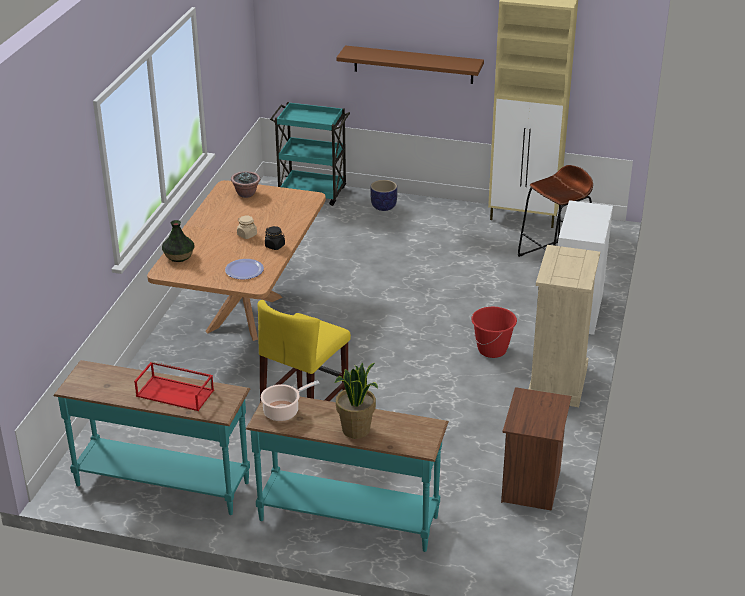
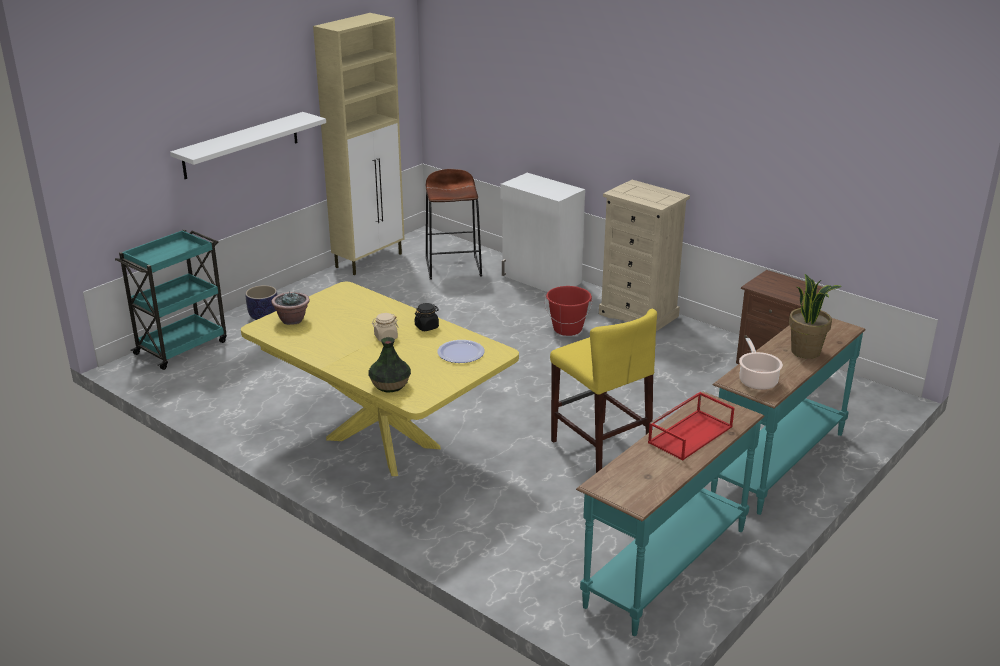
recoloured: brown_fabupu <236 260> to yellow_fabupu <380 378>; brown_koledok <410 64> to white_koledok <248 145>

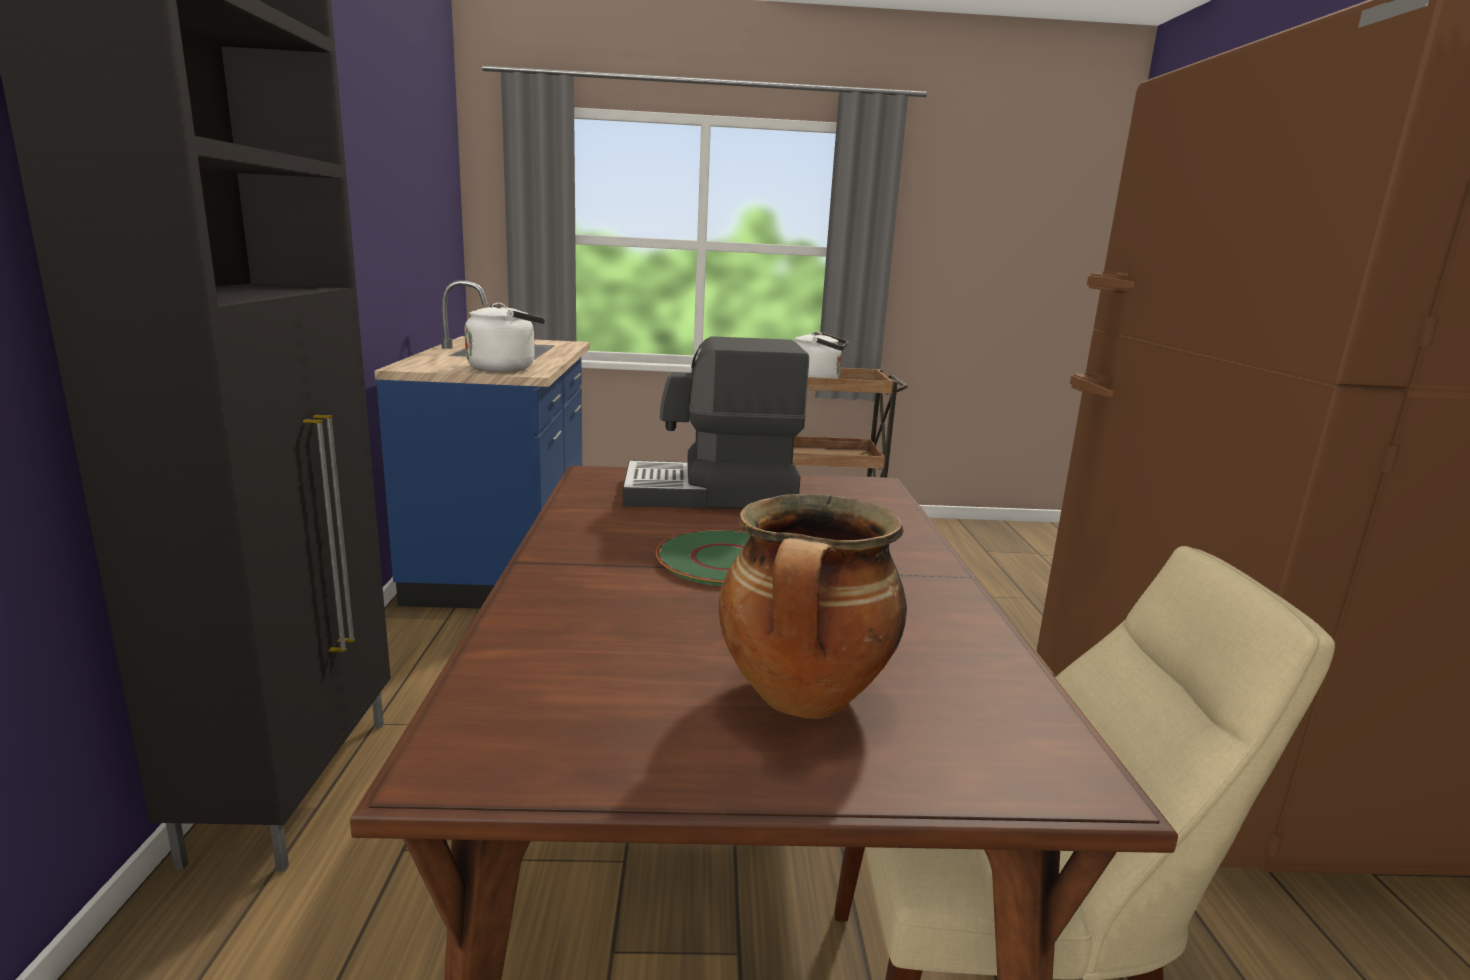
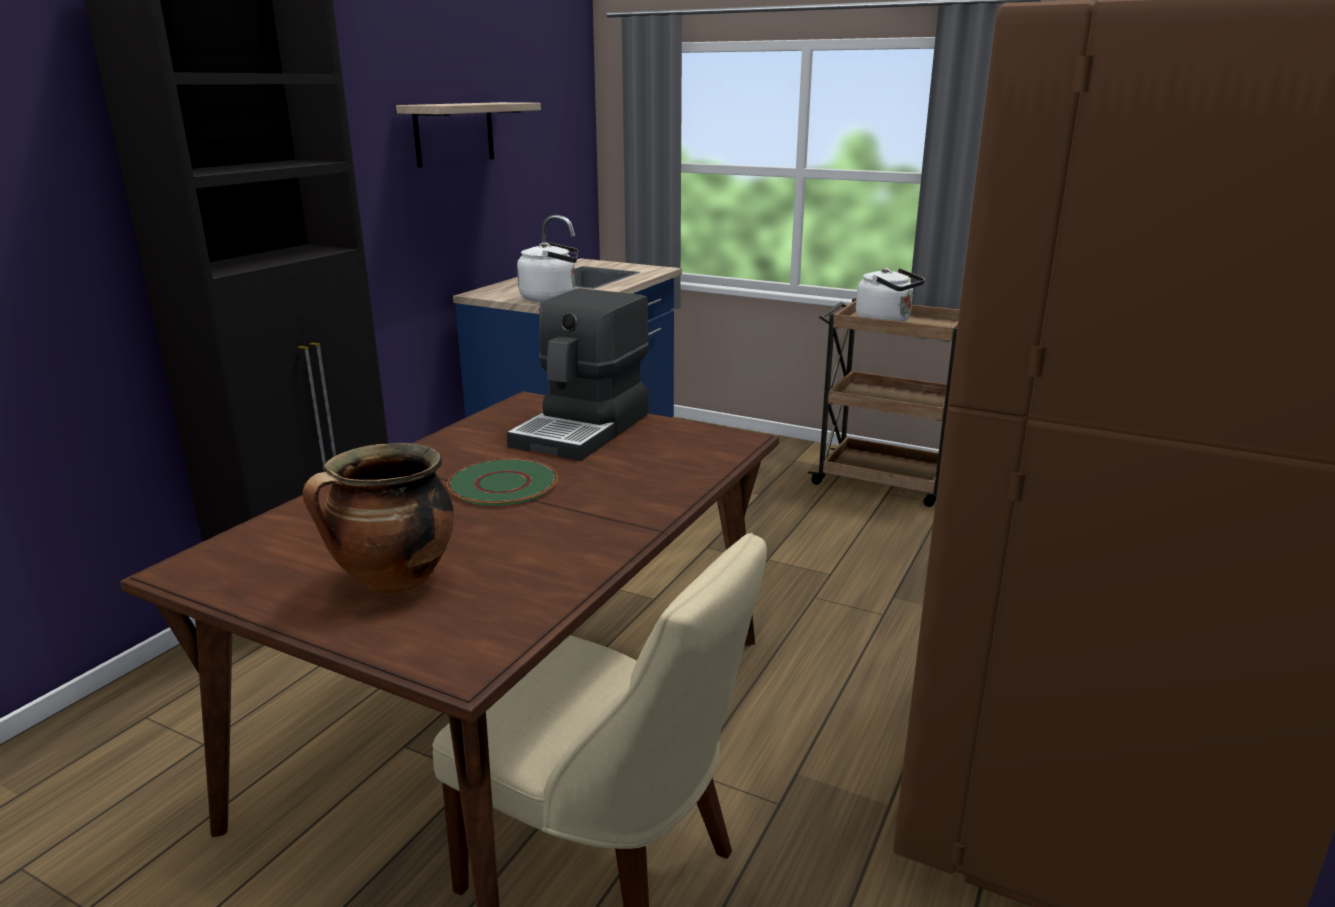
added: koledok <468 134>
turned: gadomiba <715 422> = <577 374> 90 degrees counterclockwise

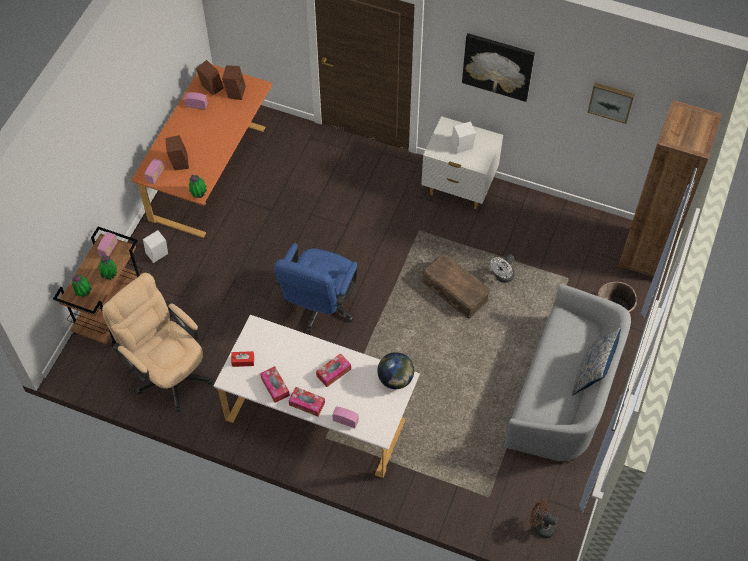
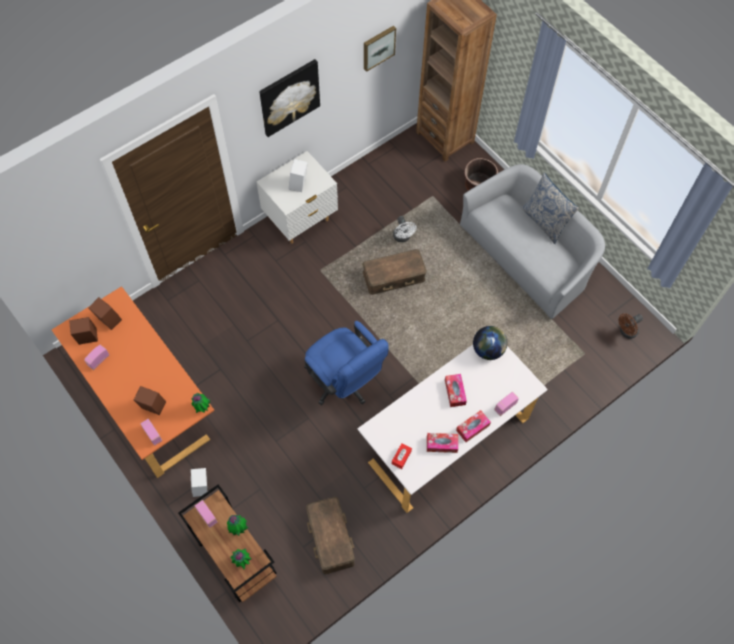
replaced: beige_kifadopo <157 343> to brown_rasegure <330 535>

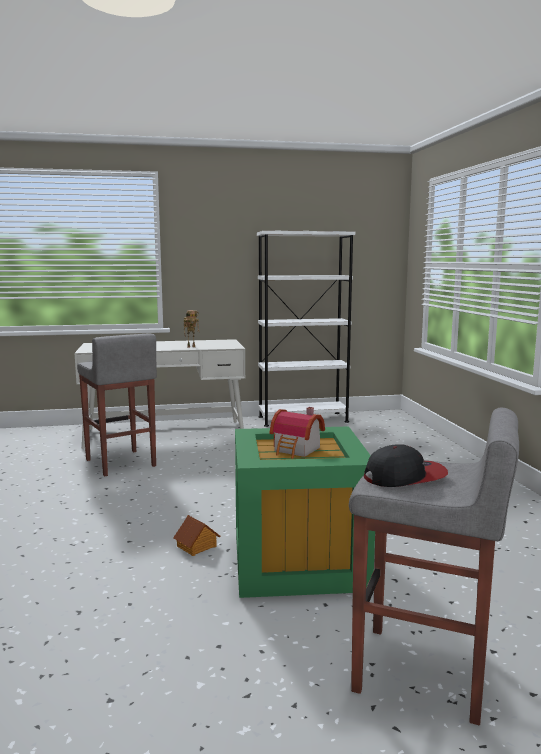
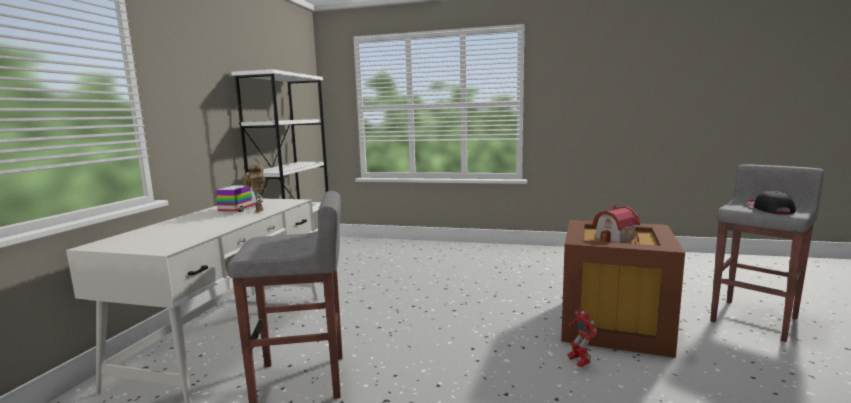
added: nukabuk <239 198>
replaced: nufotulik <196 535> to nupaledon <582 337>
recoloured: green_rasegure <305 512> to brown_rasegure <623 289>

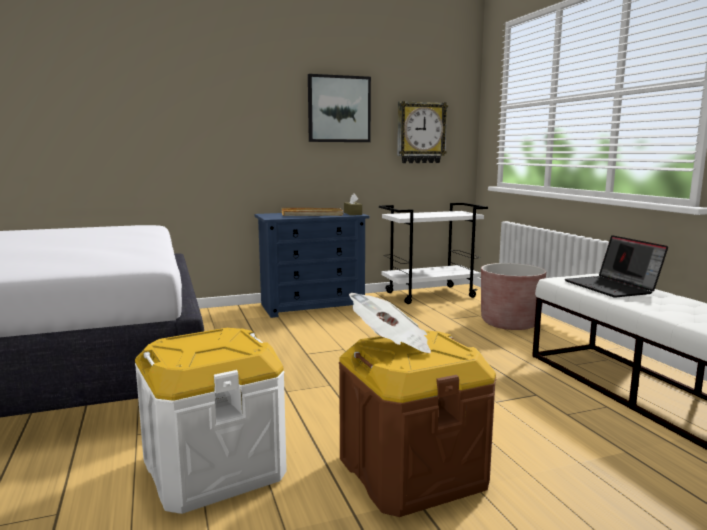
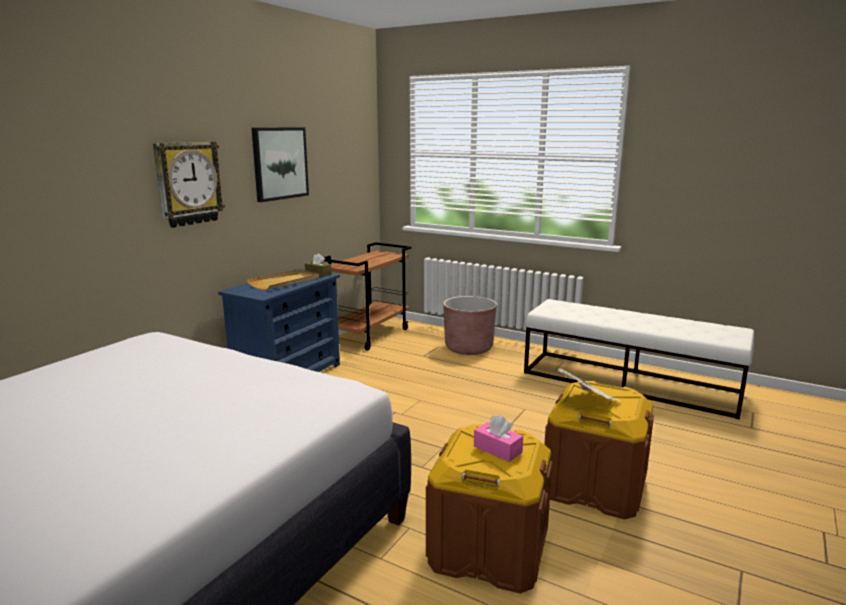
removed: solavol <616 266>
added: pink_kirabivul <498 438>
moved: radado <422 132> to <189 185>
recoloured: white_rasegure <211 421> to brown_rasegure <489 509>; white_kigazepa <433 253> to brown_kigazepa <368 296>

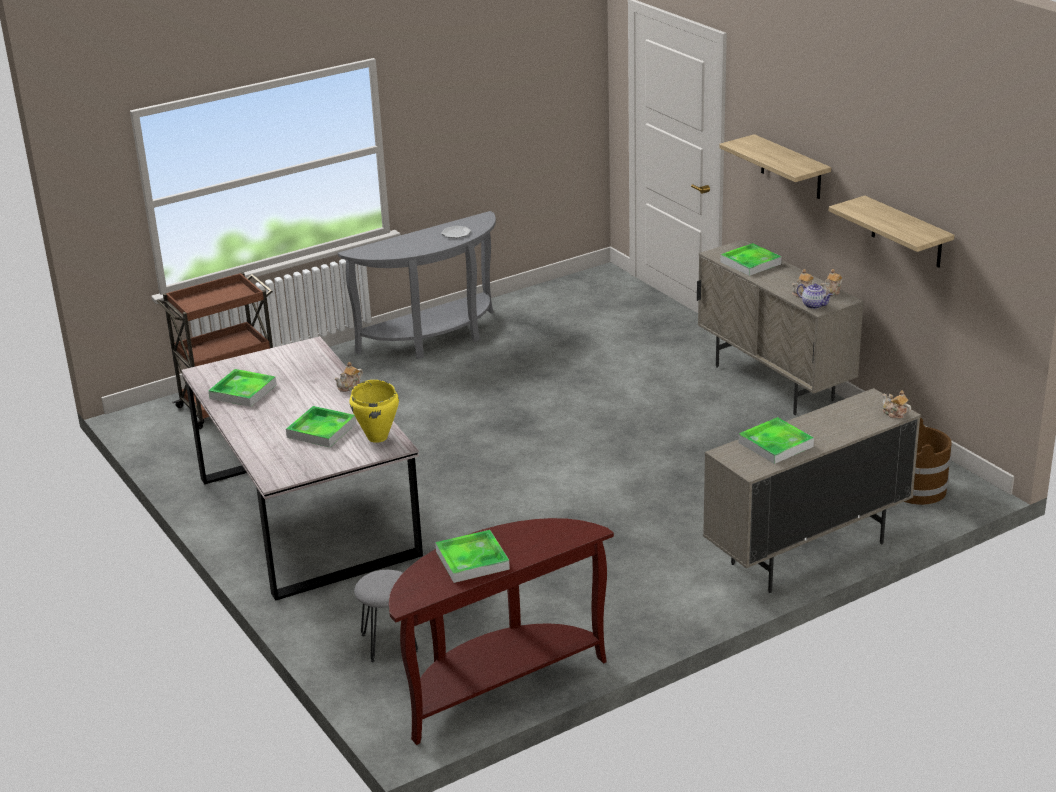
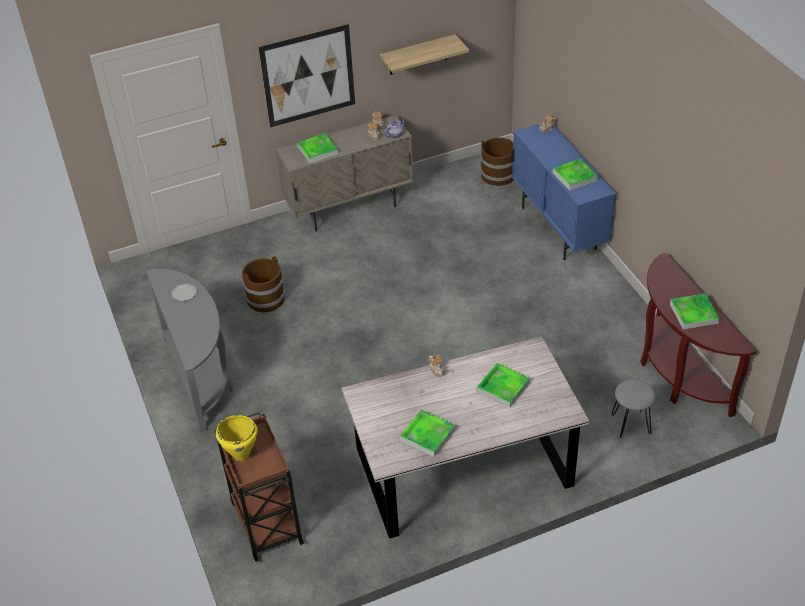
added: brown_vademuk <263 284>
moved: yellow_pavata <374 411> to <237 438>
replaced: koledok <775 166> to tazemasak <307 75>
recoloured: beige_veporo <812 490> to blue_veporo <563 191>

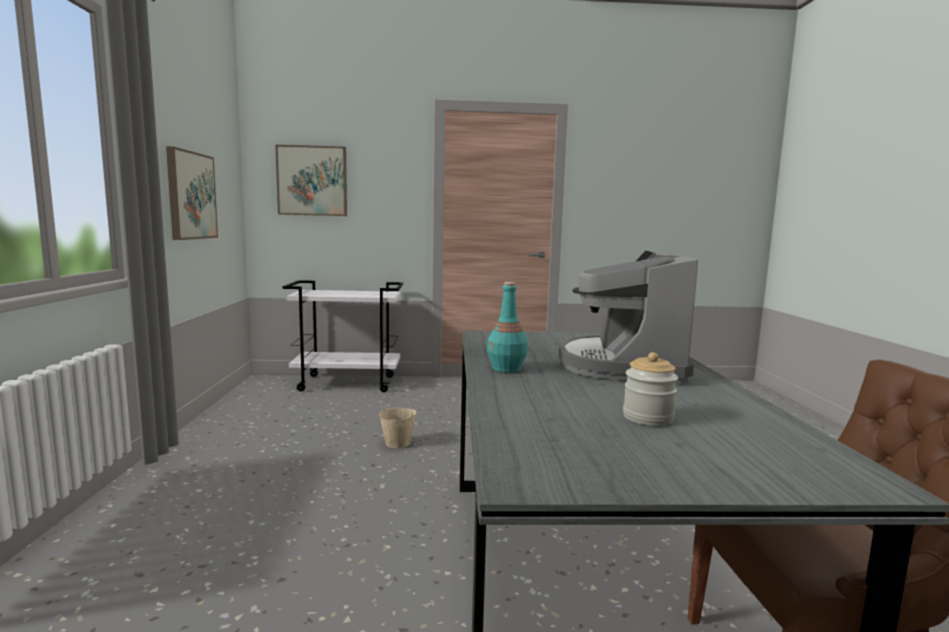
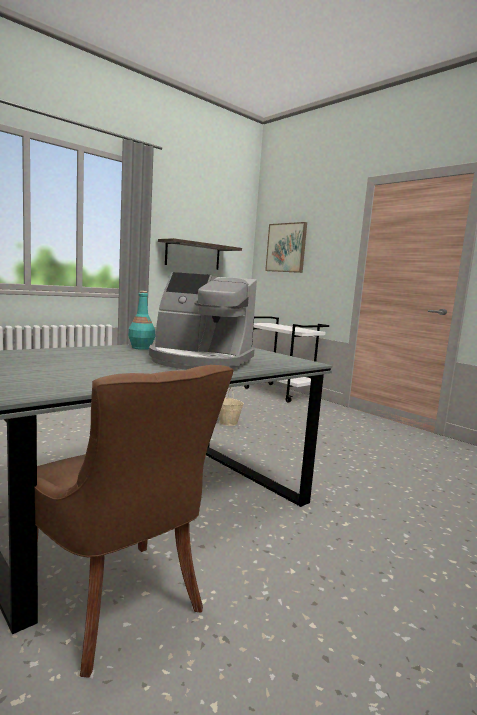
removed: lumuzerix <650 389>
replaced: tazemasak <192 193> to koledok <200 254>
turned: gadomiba <628 317> = <203 321> 135 degrees counterclockwise

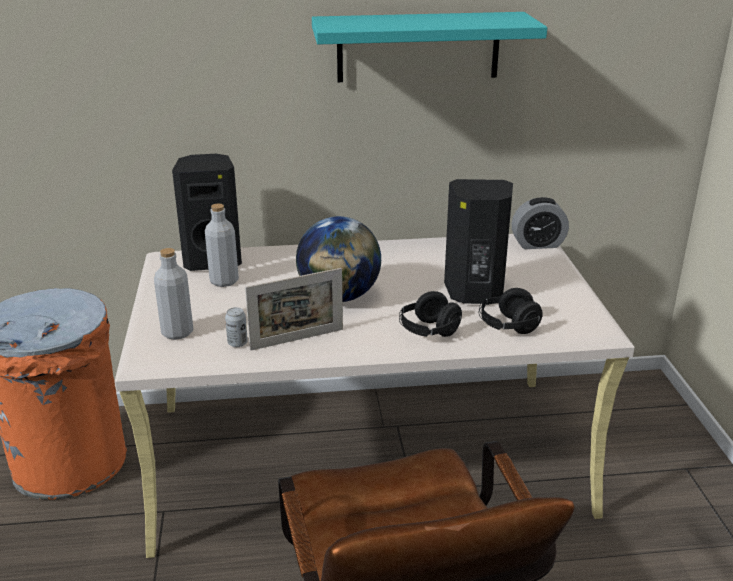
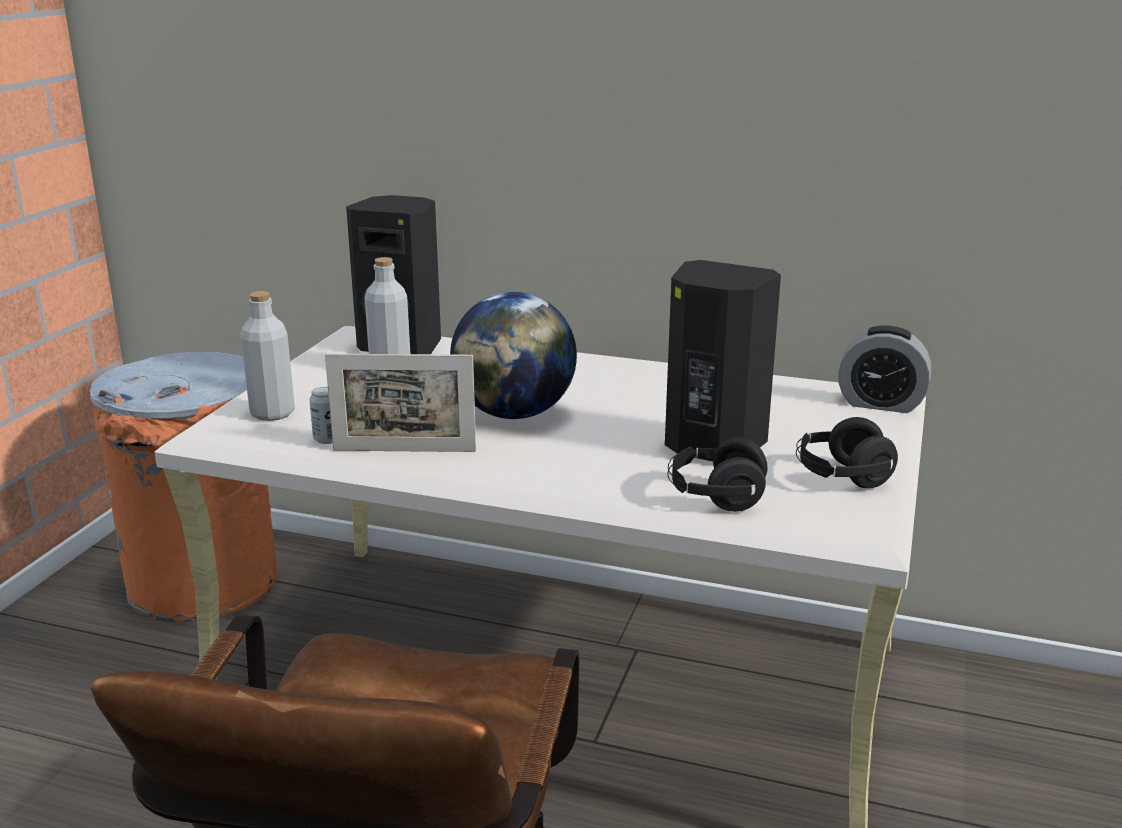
removed: turquoise_koledok <429 47>
moved: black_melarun <430 314> to <847 452>

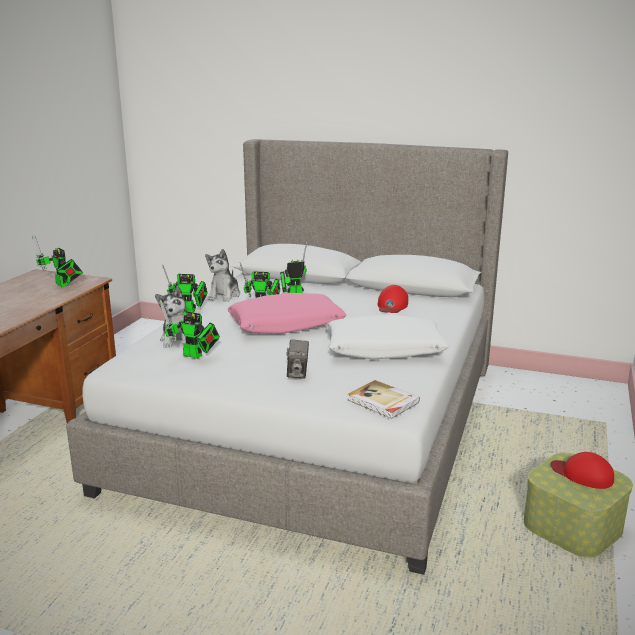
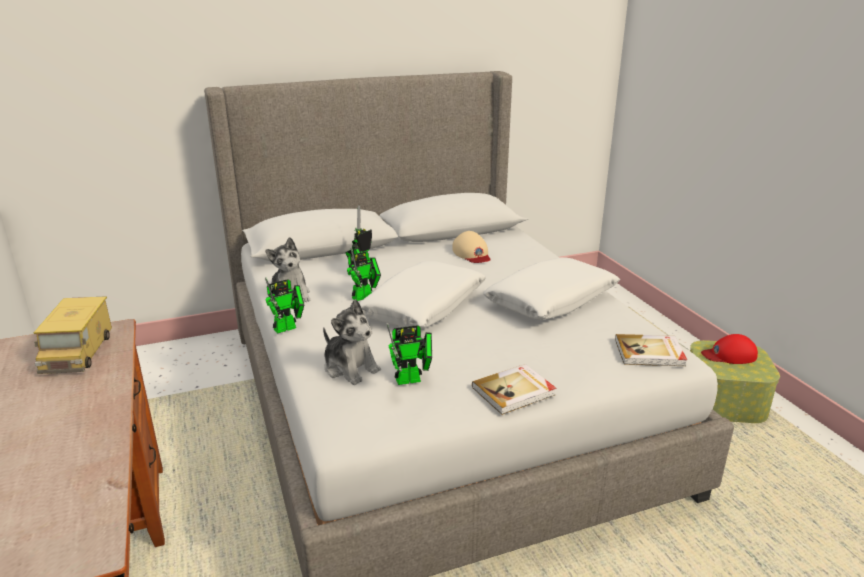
removed: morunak <297 359>
added: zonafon <514 389>
replaced: nupaledon <57 261> to nukabuk <73 335>
recoloured: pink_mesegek <287 313> to white_mesegek <422 295>; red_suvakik <392 299> to beige_suvakik <471 247>

